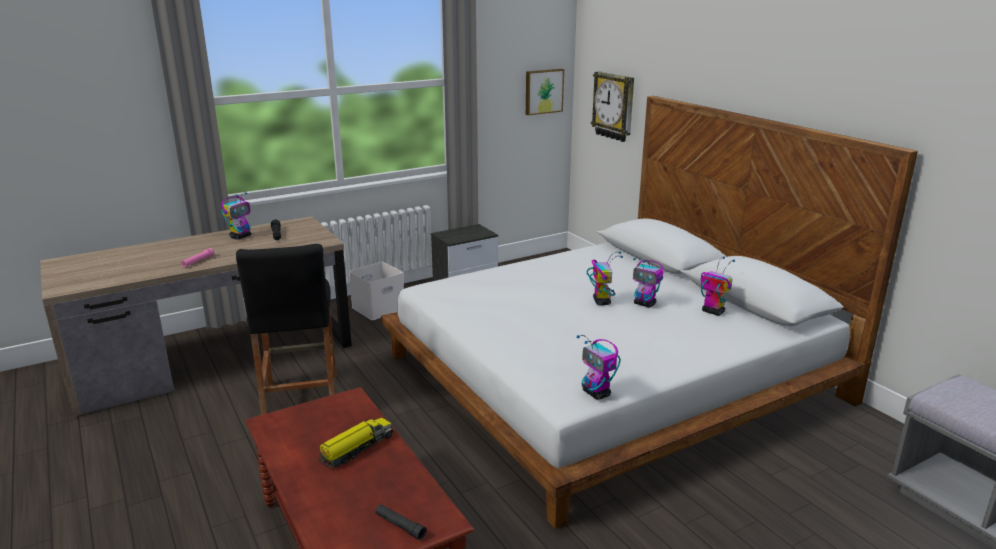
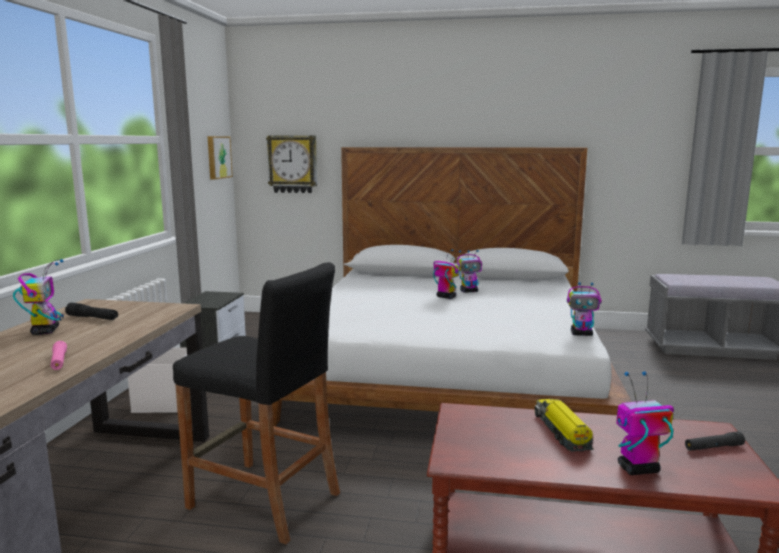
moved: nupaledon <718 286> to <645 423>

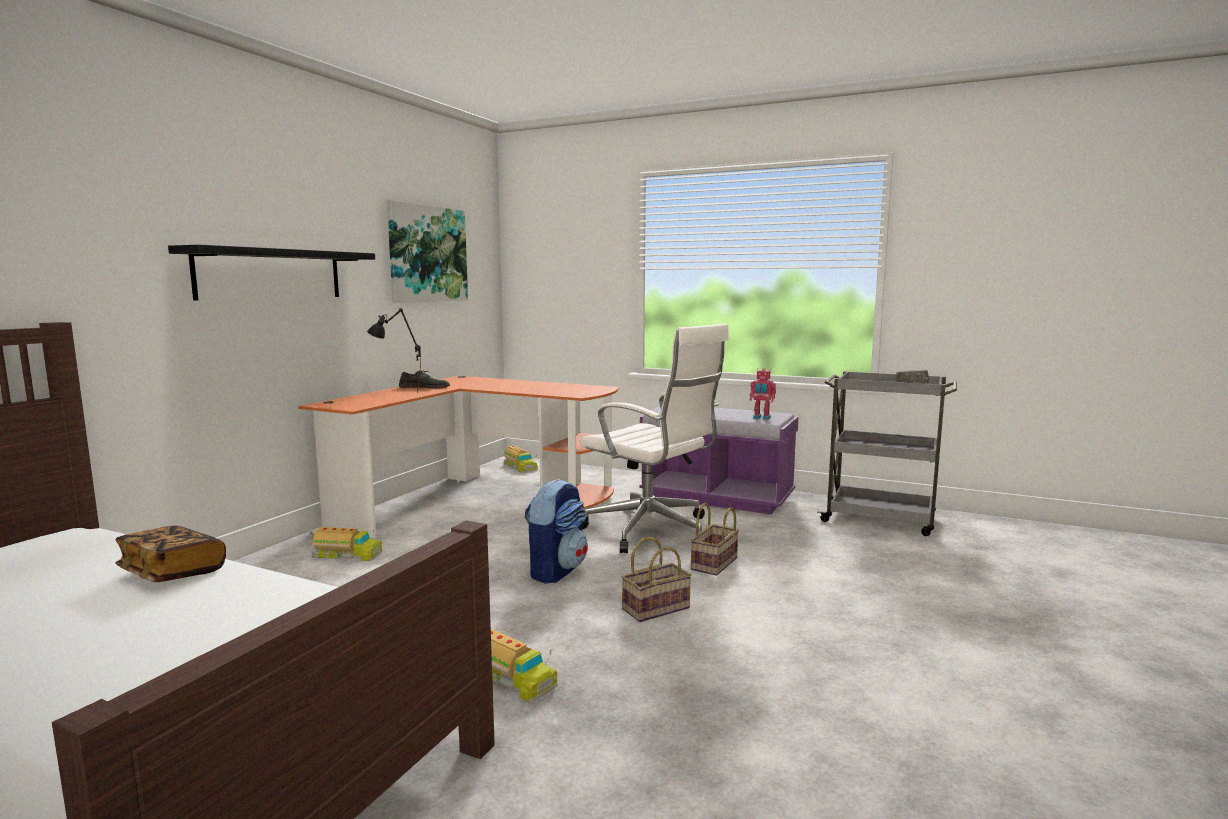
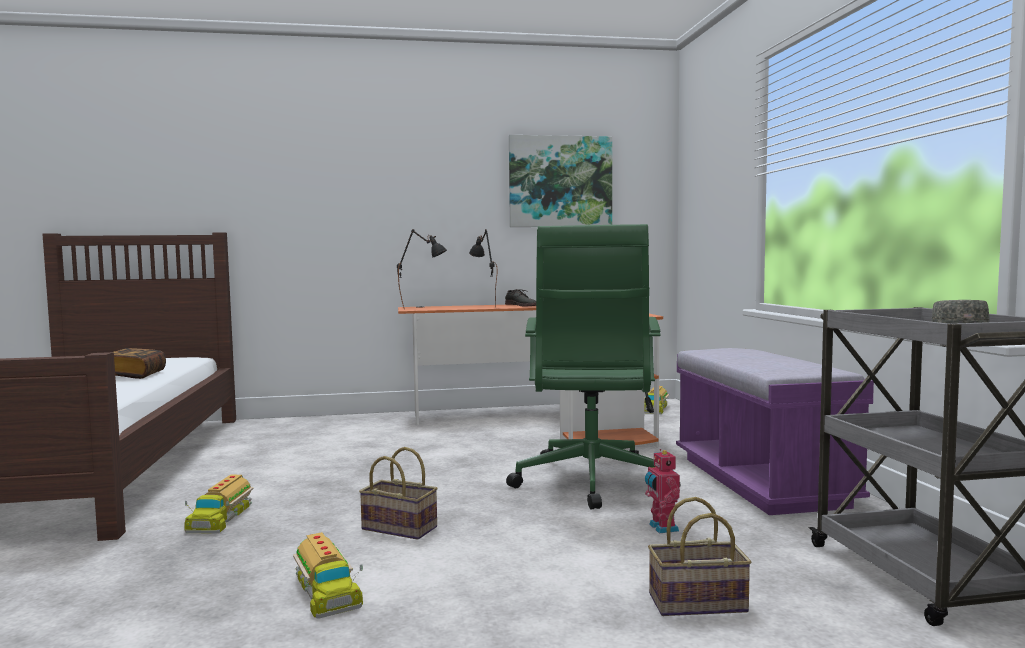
removed: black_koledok <271 272>; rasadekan <556 531>
added: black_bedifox <422 269>
moved: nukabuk <346 544> to <328 575>; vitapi <715 539> to <699 556>; nupaledon <763 394> to <662 491>
recoloured: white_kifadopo <654 438> to green_kifadopo <583 366>

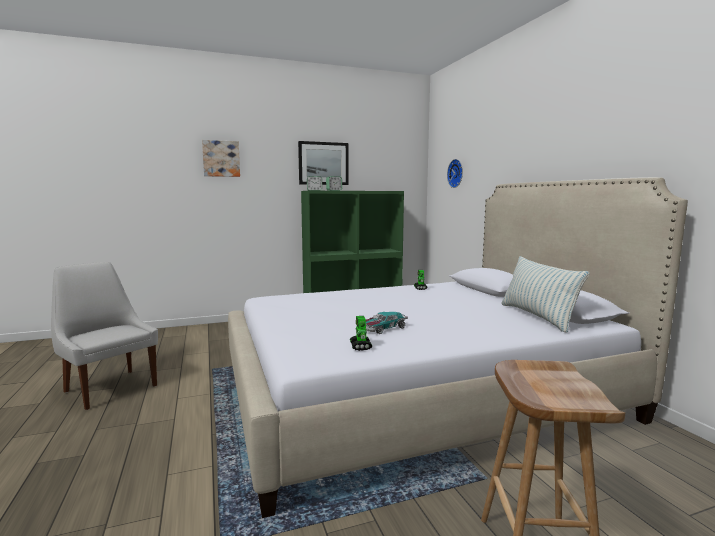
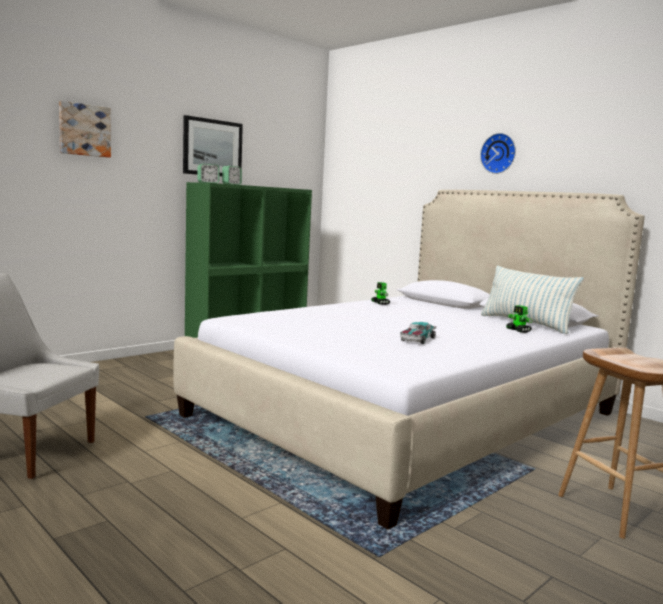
moved: nupaledon <361 333> to <519 319>; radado <455 173> to <498 153>

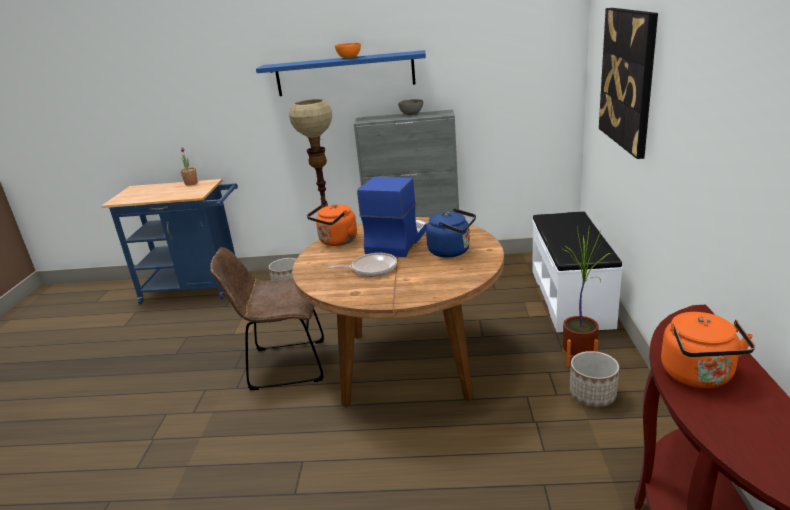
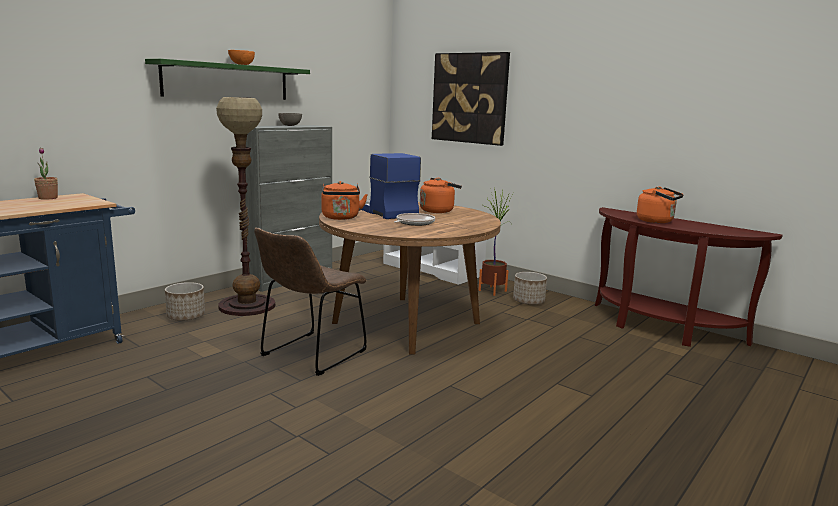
recoloured: blue_koledok <341 73> to green_koledok <227 79>; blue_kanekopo <451 233> to orange_kanekopo <441 195>

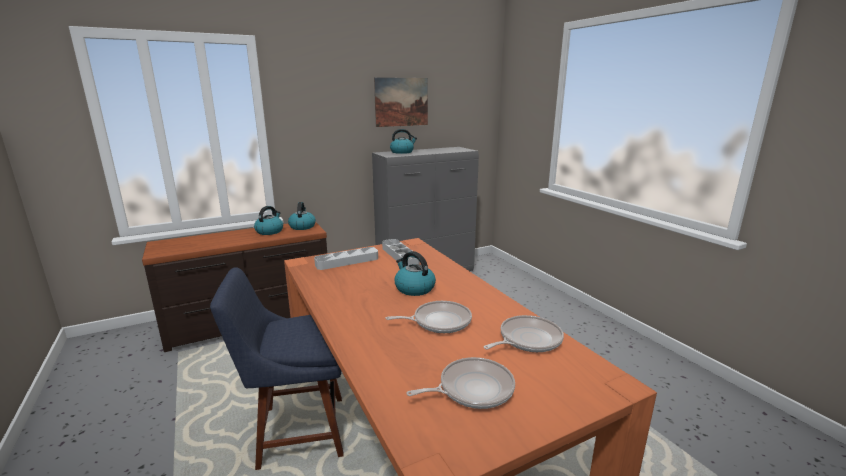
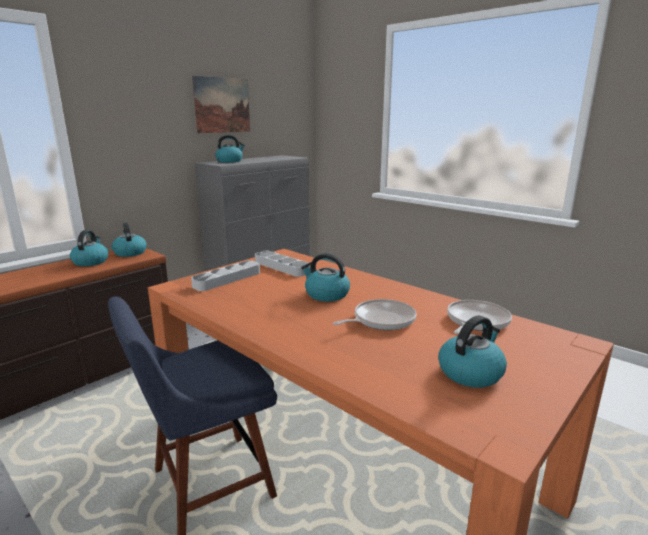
replaced: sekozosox <460 383> to kanekopo <472 351>

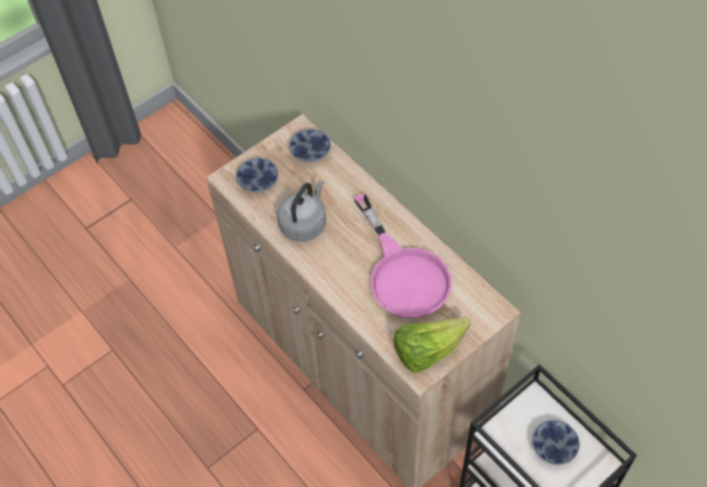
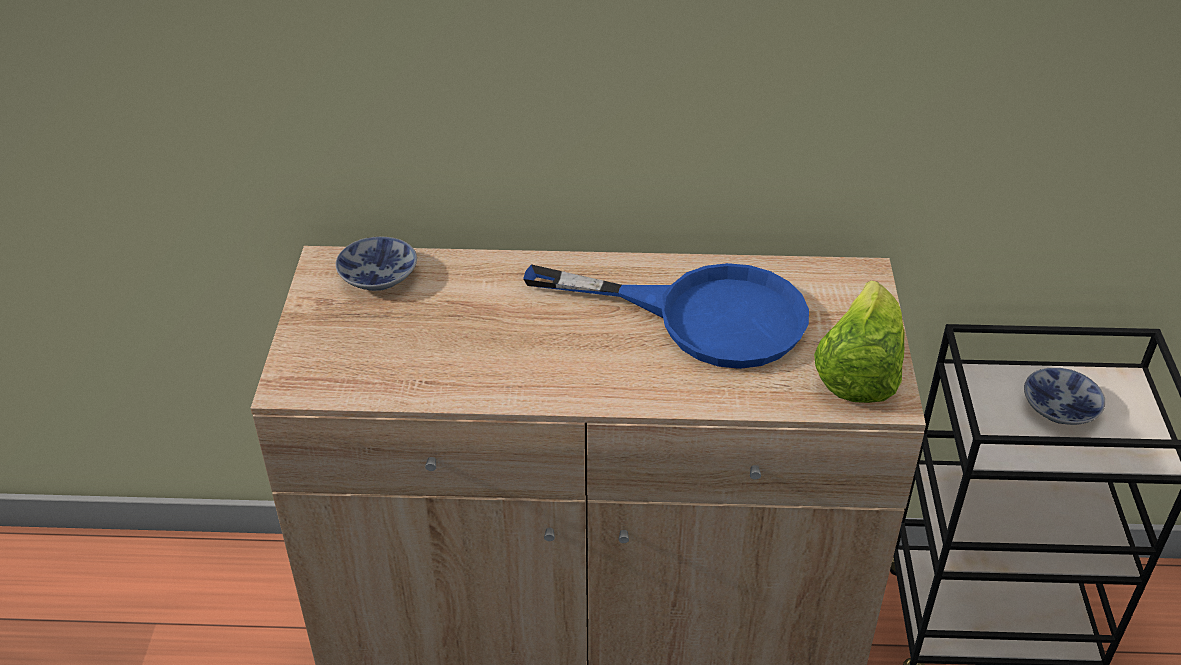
removed: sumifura <257 175>; grey_kanekopo <301 211>
recoloured: pink_sekozosox <403 255> to blue_sekozosox <666 316>

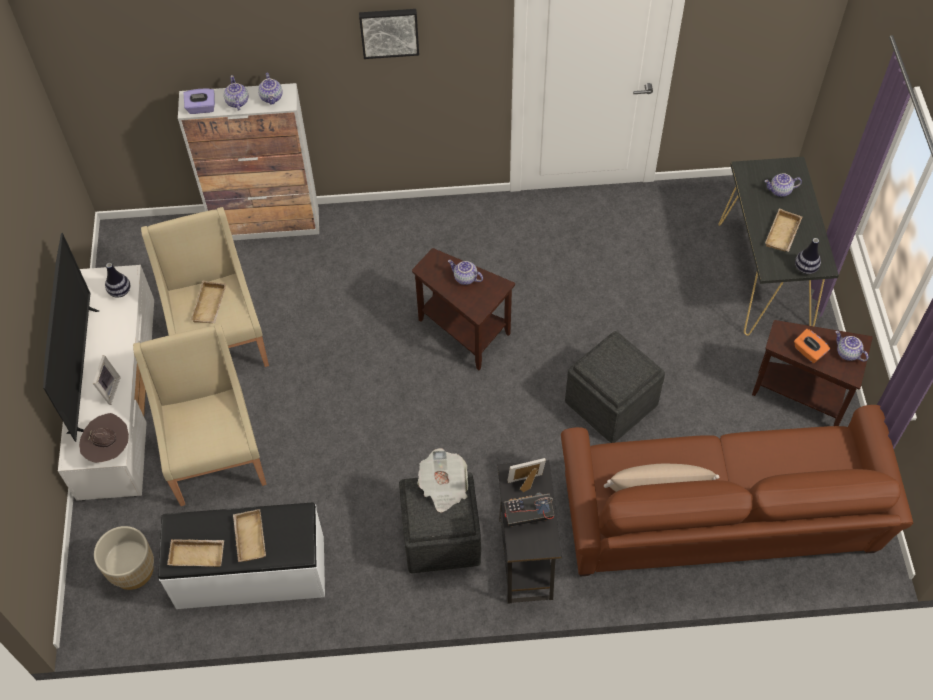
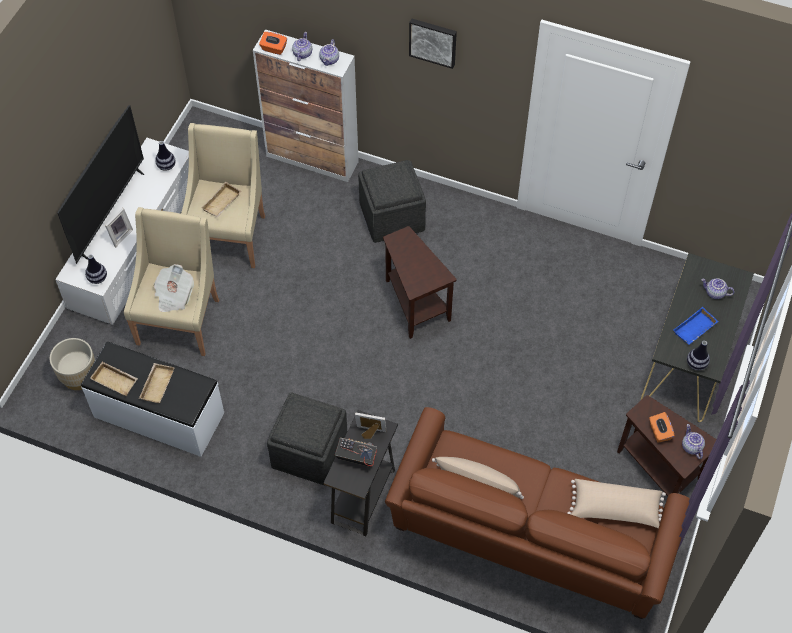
removed: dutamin <465 272>
added: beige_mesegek <616 503>
moved: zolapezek <442 480> to <174 288>; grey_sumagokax <615 387> to <392 201>
replaced: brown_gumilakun <104 438> to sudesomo <96 269>
recoloured: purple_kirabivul <199 101> to orange_kirabivul <273 43>; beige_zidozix <783 230> to blue_zidozix <695 326>

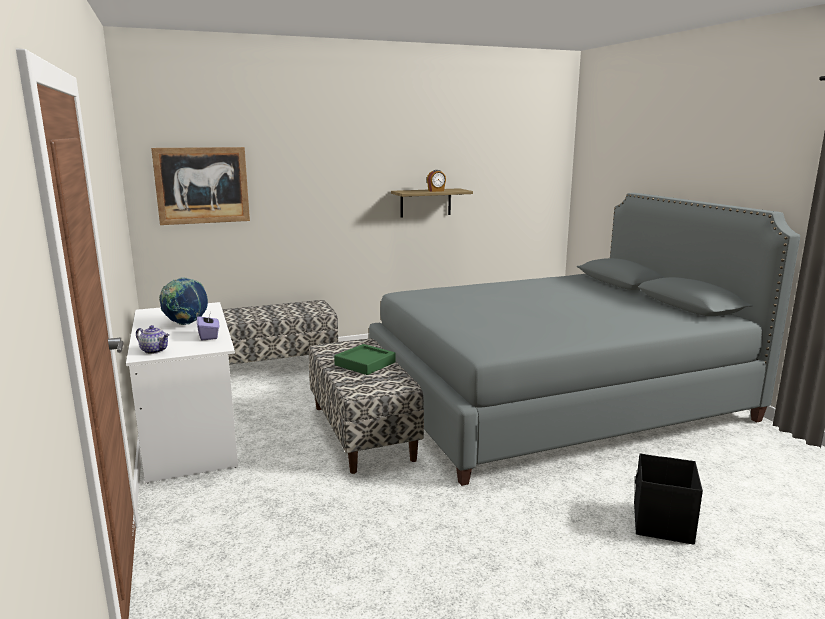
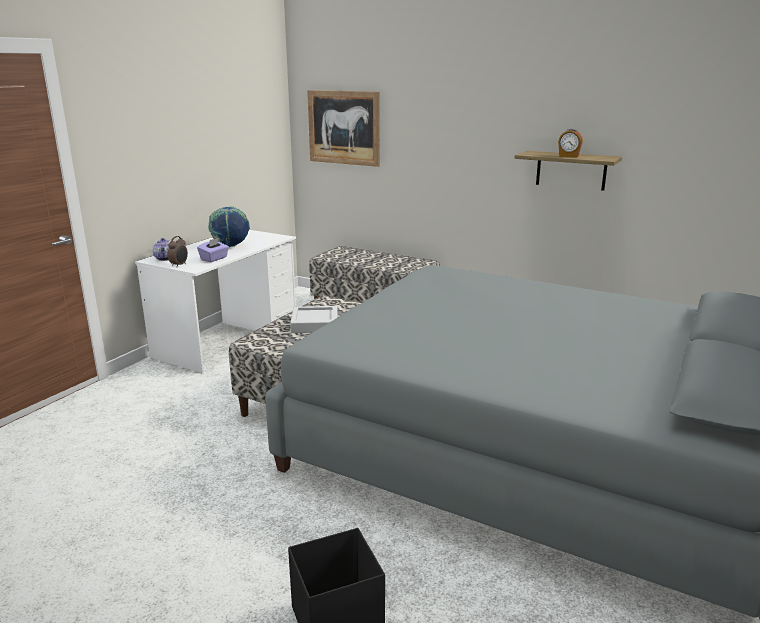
added: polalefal <177 251>
recoloured: green_zidozix <365 359> to grey_zidozix <314 319>

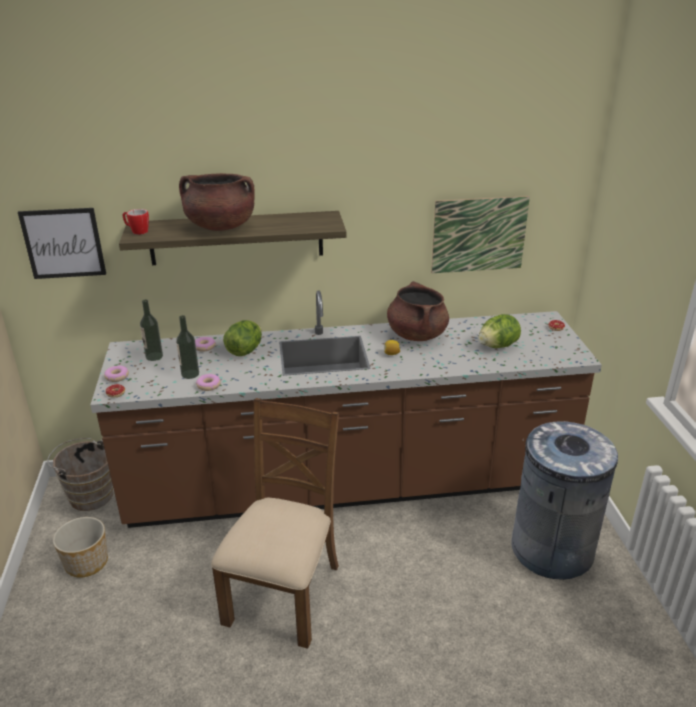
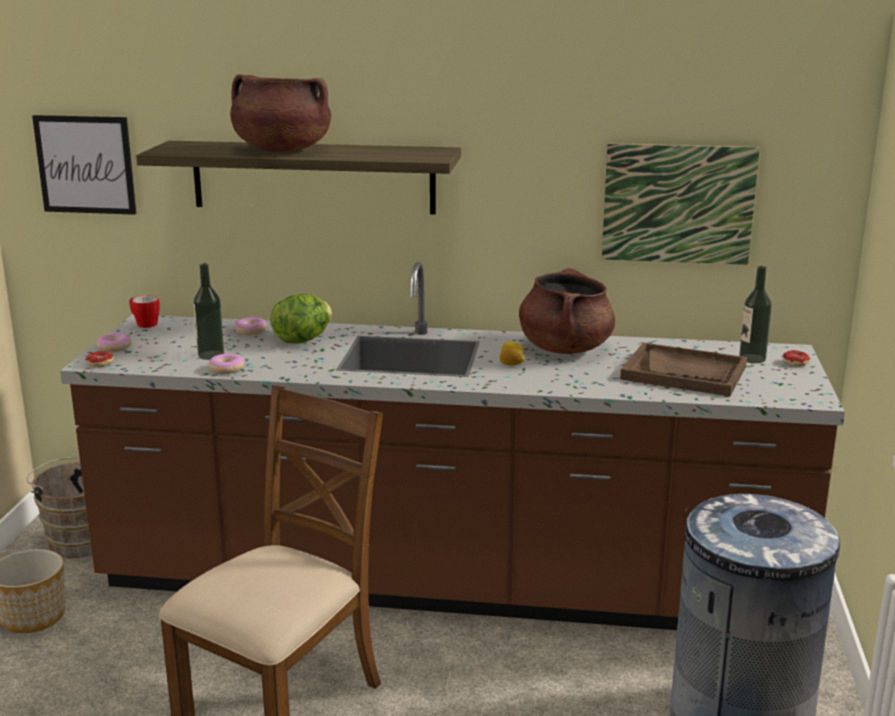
moved: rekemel <136 222> to <144 312>; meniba <151 330> to <755 314>
replaced: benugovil <499 331> to brown_zidozix <683 369>

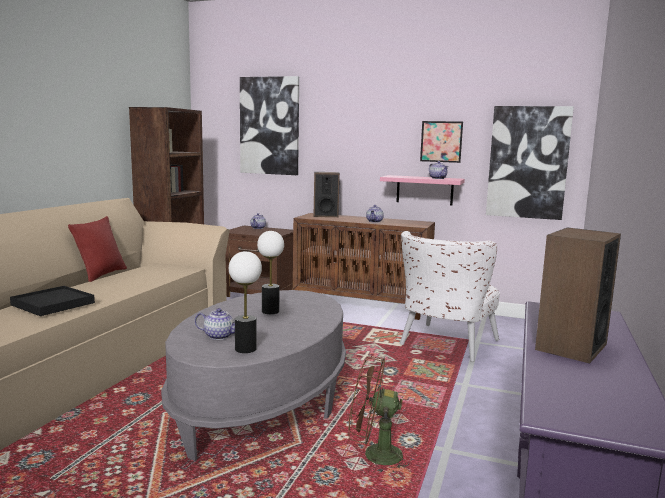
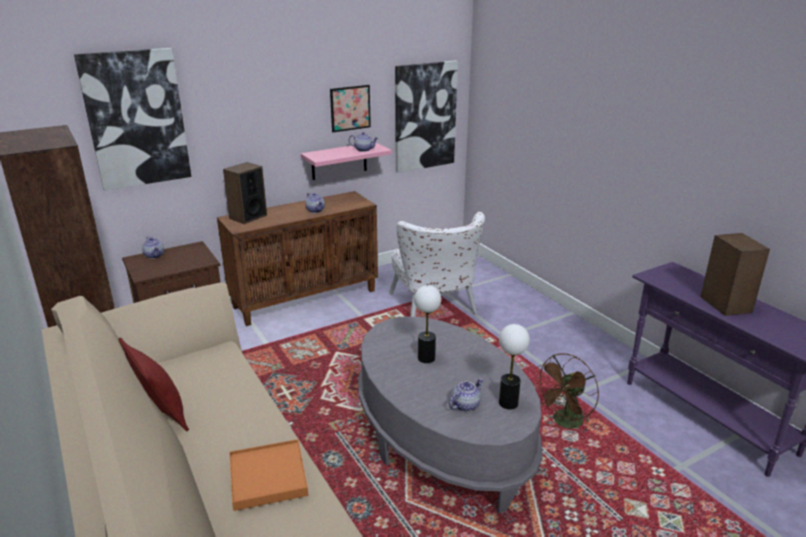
recoloured: black_zidozix <52 301> to orange_zidozix <269 475>

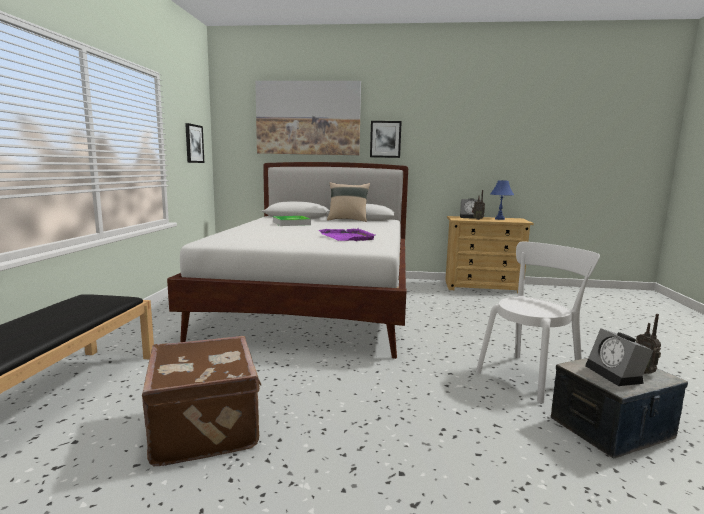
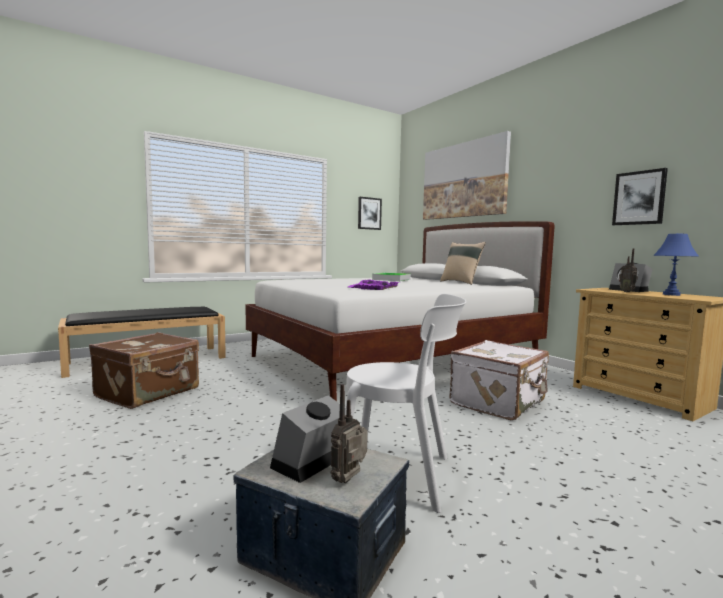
added: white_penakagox <499 380>
moved: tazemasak <386 139> to <640 196>

